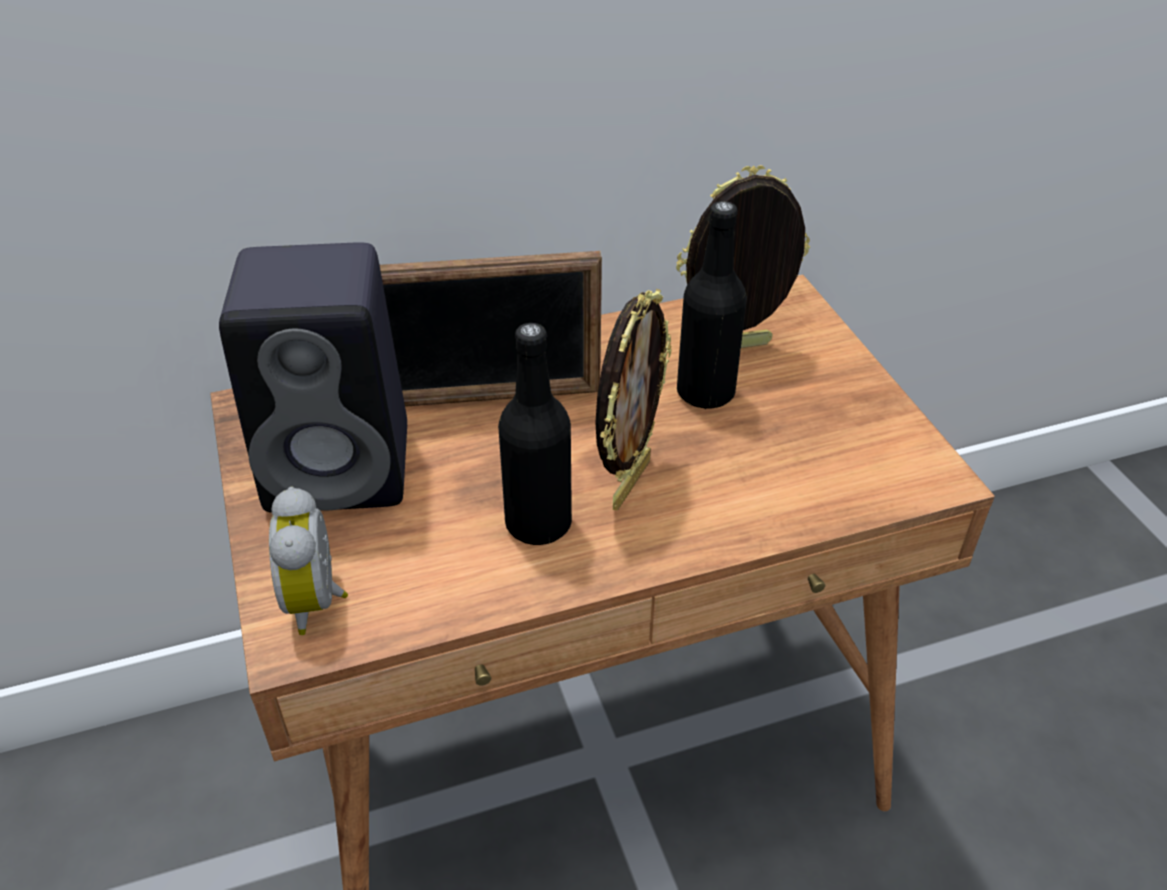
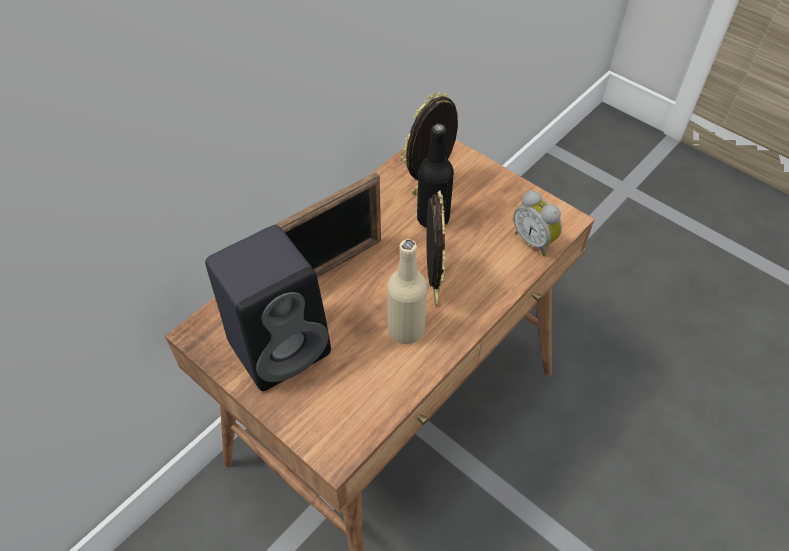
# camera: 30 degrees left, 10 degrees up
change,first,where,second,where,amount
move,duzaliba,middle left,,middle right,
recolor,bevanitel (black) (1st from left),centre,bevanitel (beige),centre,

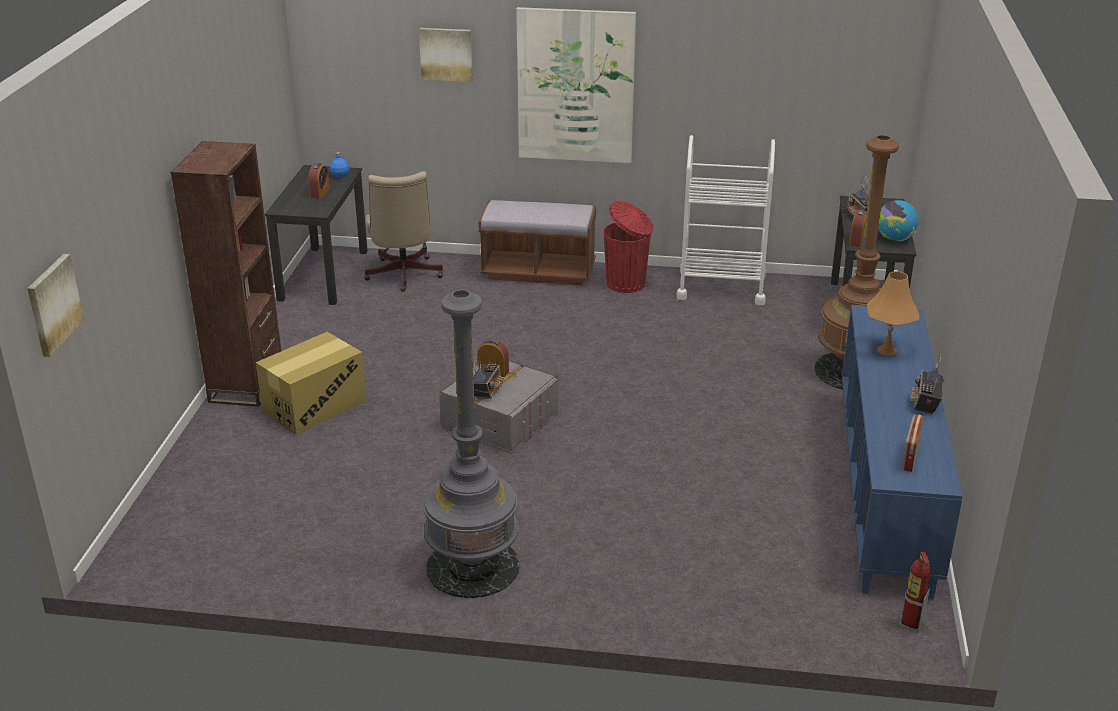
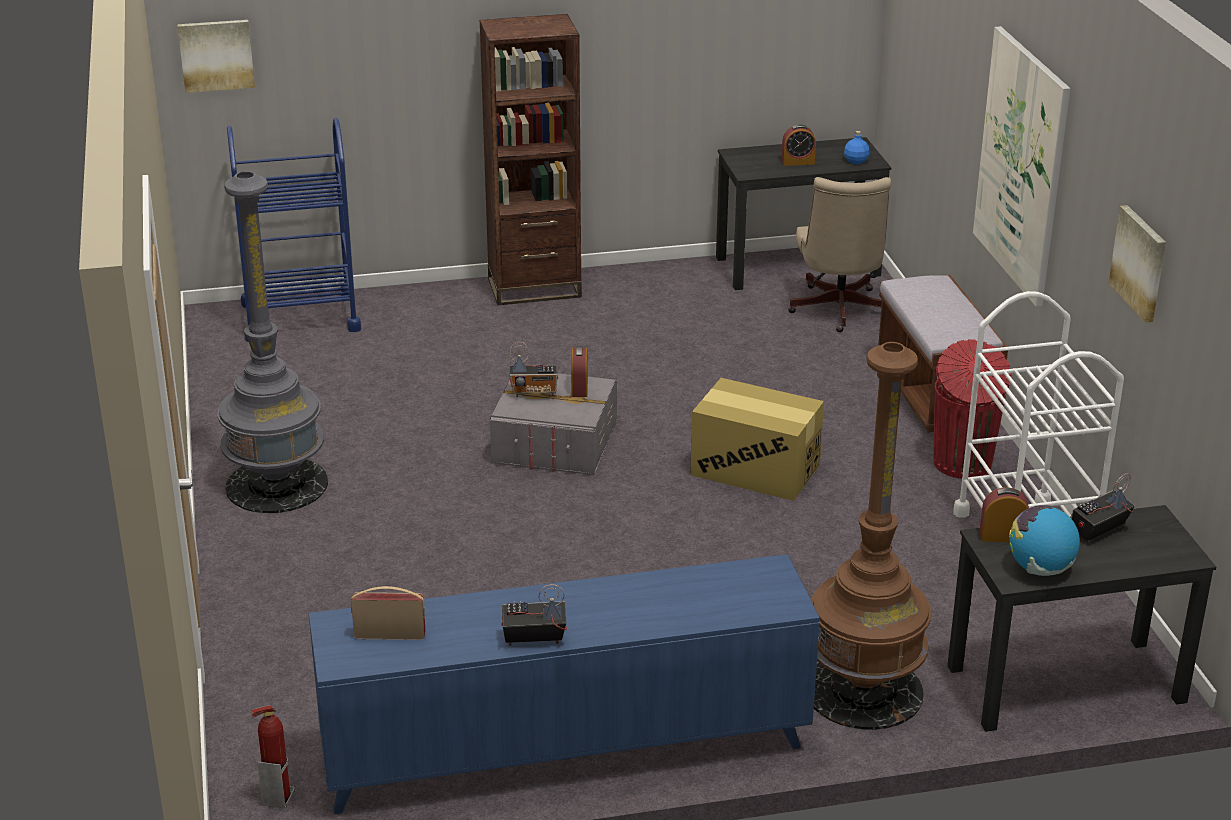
# camera: 70 degrees right, 0 degrees up
change,first,where,second,where,amount
delete,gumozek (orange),middle right,,,
insert,,,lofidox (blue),top left,
move,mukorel,middle left,,centre,
move,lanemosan (2nd from left in the first image),top centre,lanemosan (3rd from left),top right,
rotate,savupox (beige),top centre,,top right,60 degrees counterclockwise

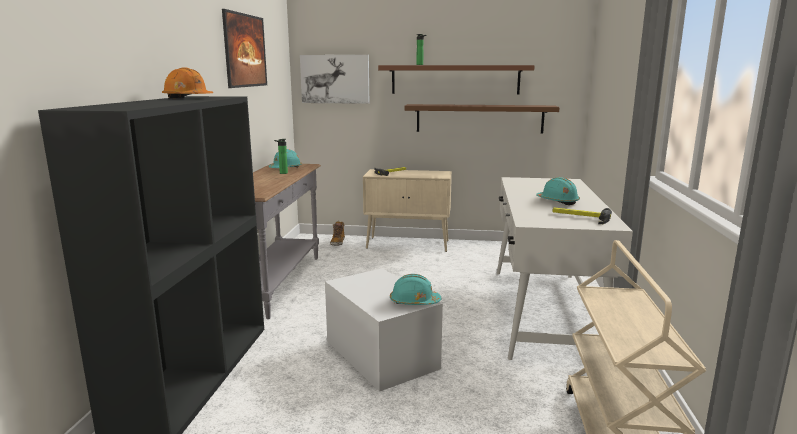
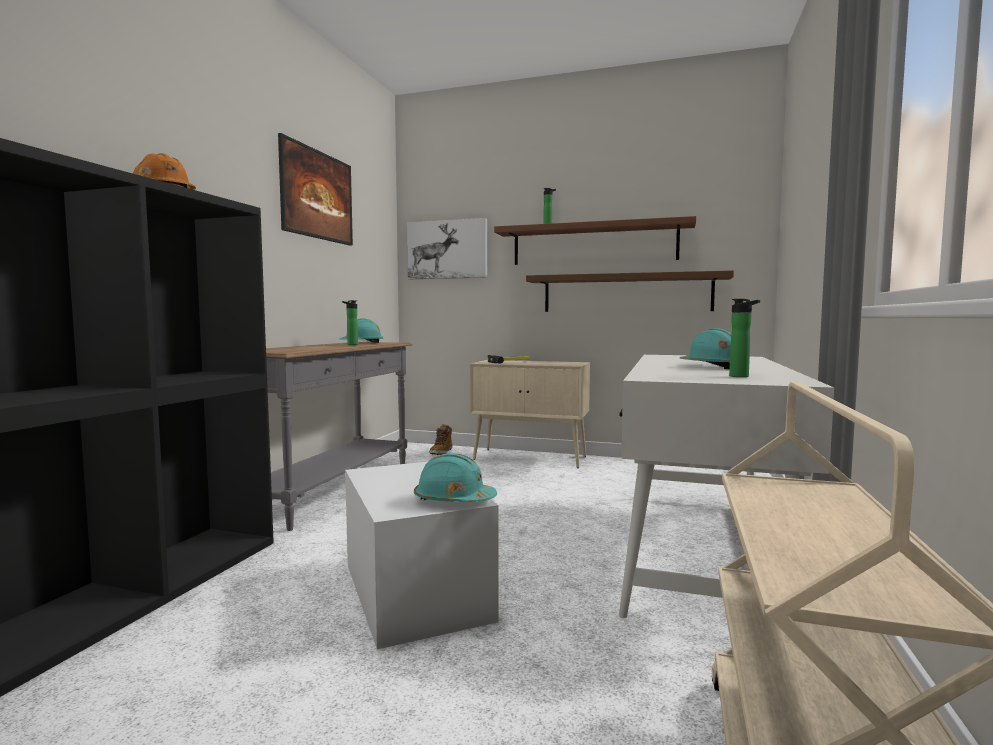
# camera: 10 degrees right, 10 degrees down
change,first,where,second,where,amount
replace,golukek (2nd from left),middle right,bevanitel (3rd from left),middle right,

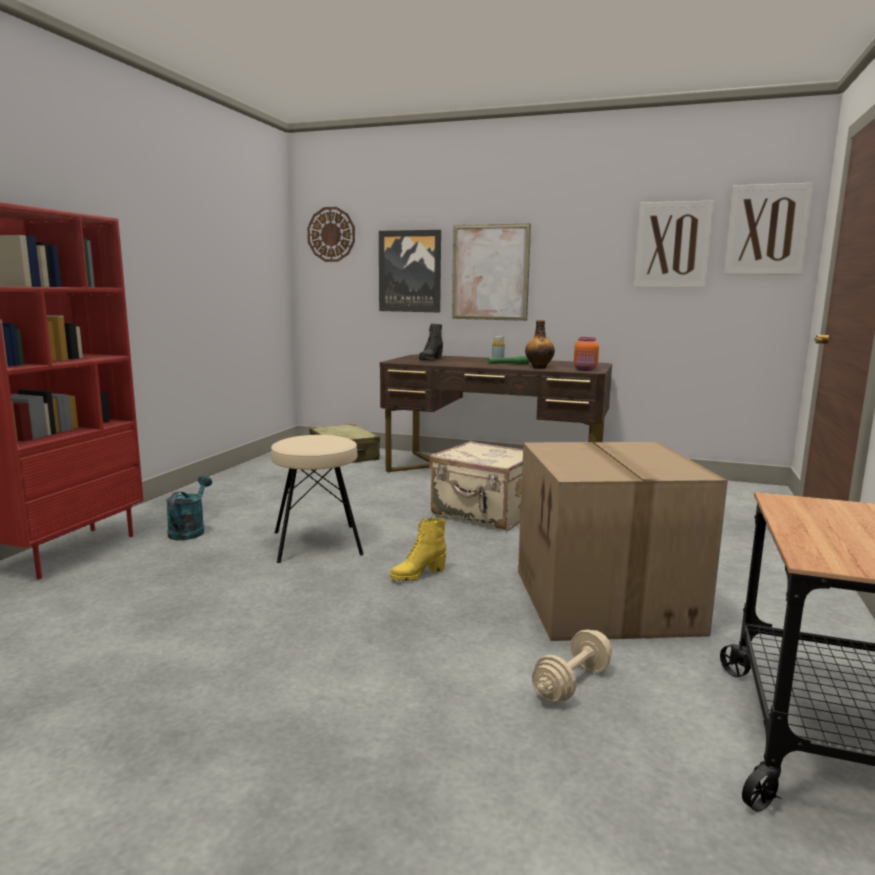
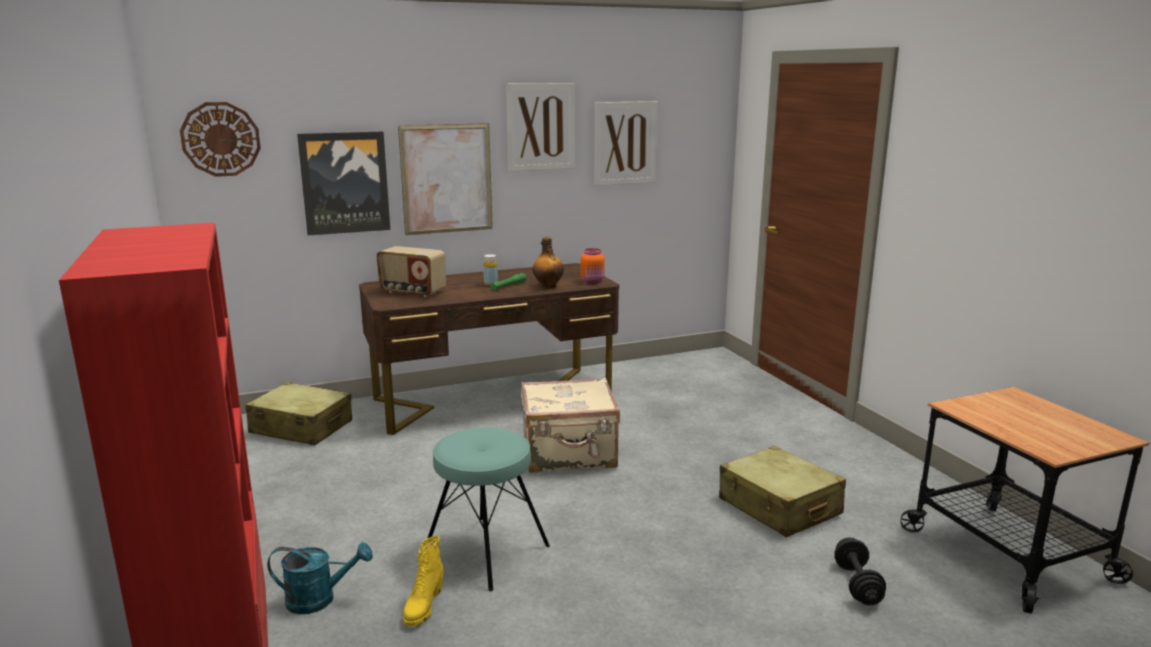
# camera: 40 degrees left, 5 degrees up
change,first,where,second,where,amount
move,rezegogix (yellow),centre,,bottom centre,
move,lanemosan (4th from left in the first image),top right,lanemosan (3rd from left),top centre,
replace,rezegogix (black),centre,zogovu,centre,
replace,mukorel,middle right,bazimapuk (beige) (3rd from left),bottom right,
recolor,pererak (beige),centre,pererak (turquoise),bottom centre,
recolor,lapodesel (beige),bottom centre,lapodesel (black),bottom right,
rotate,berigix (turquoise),middle left,,bottom left,120 degrees clockwise

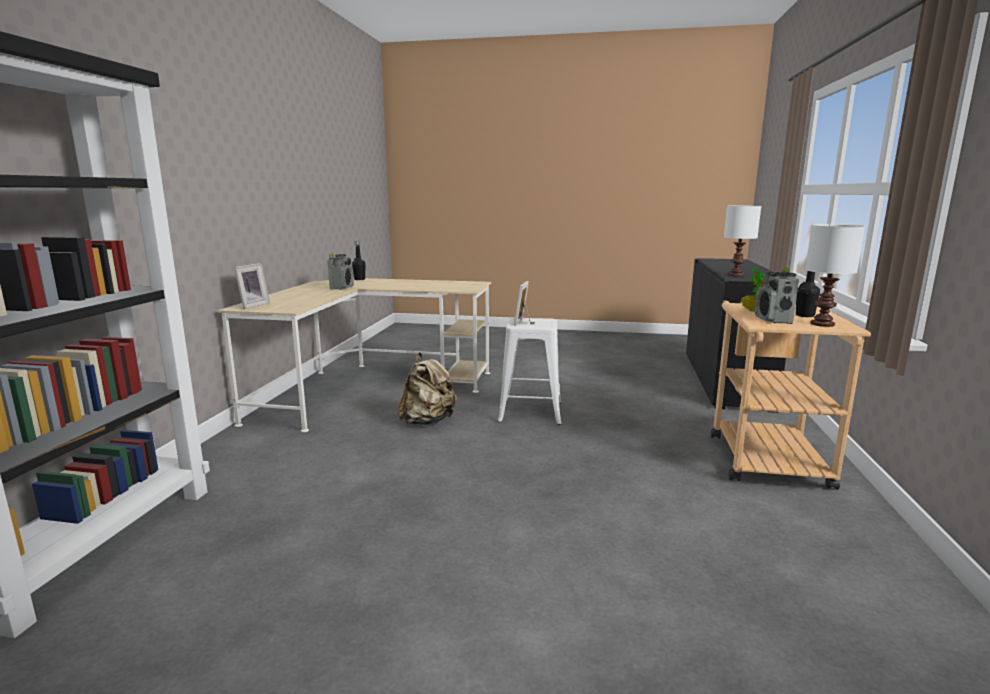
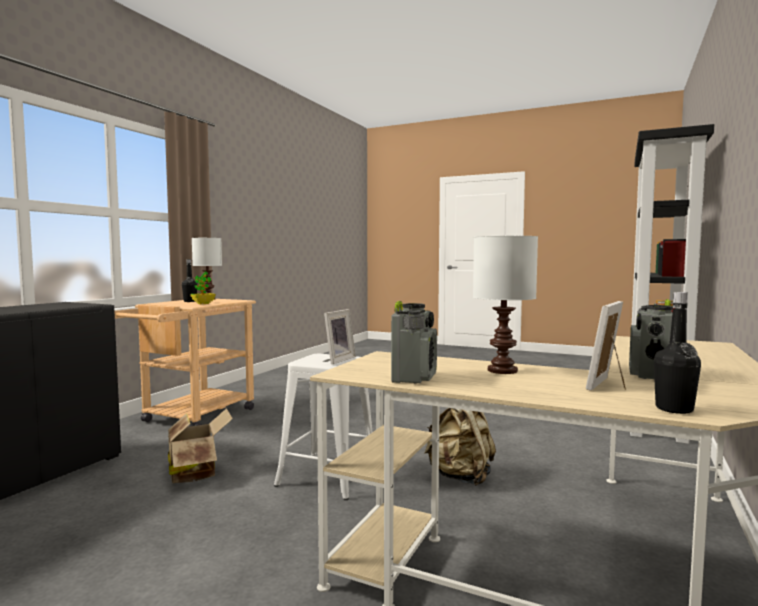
# camera: 165 degrees left, 10 degrees down
change,first,where,second,where,amount
insert,,,mukorel,bottom left,
move,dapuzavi (1st from left in the first image),middle left,dapuzavi (2nd from left),middle right,
move,gumozek (white) (1st from left in the first image),middle right,gumozek (white) (2nd from left),centre,
move,zogovu (2nd from left in the first image),middle right,zogovu (1st from left),centre,

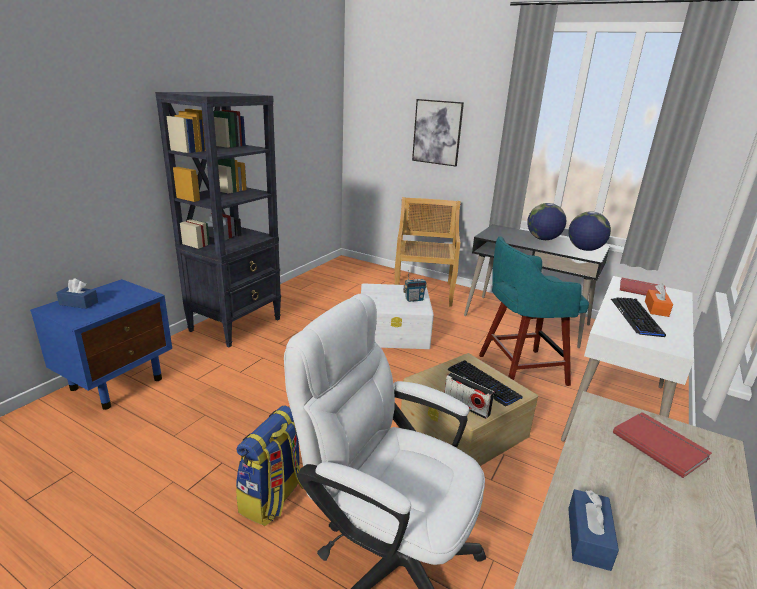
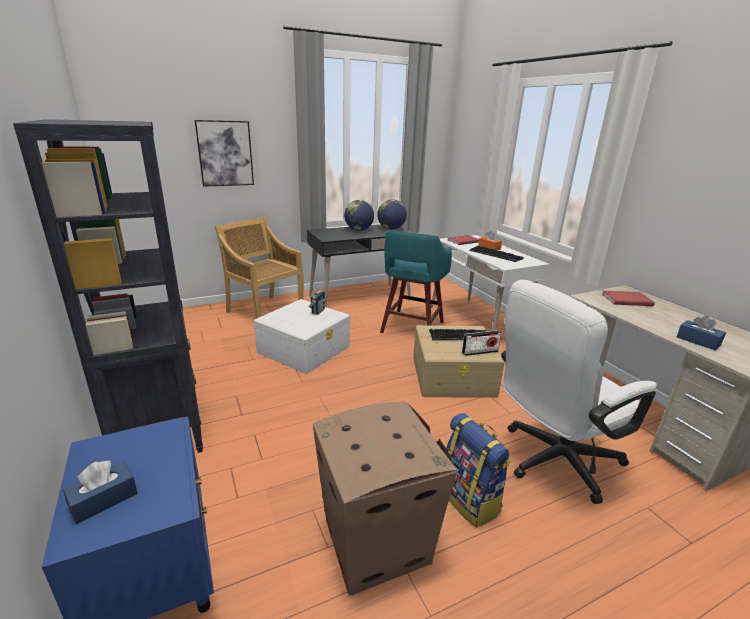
# camera: 55 degrees left, 0 degrees up
change,first,where,second,where,amount
insert,,,mukorel,bottom centre,

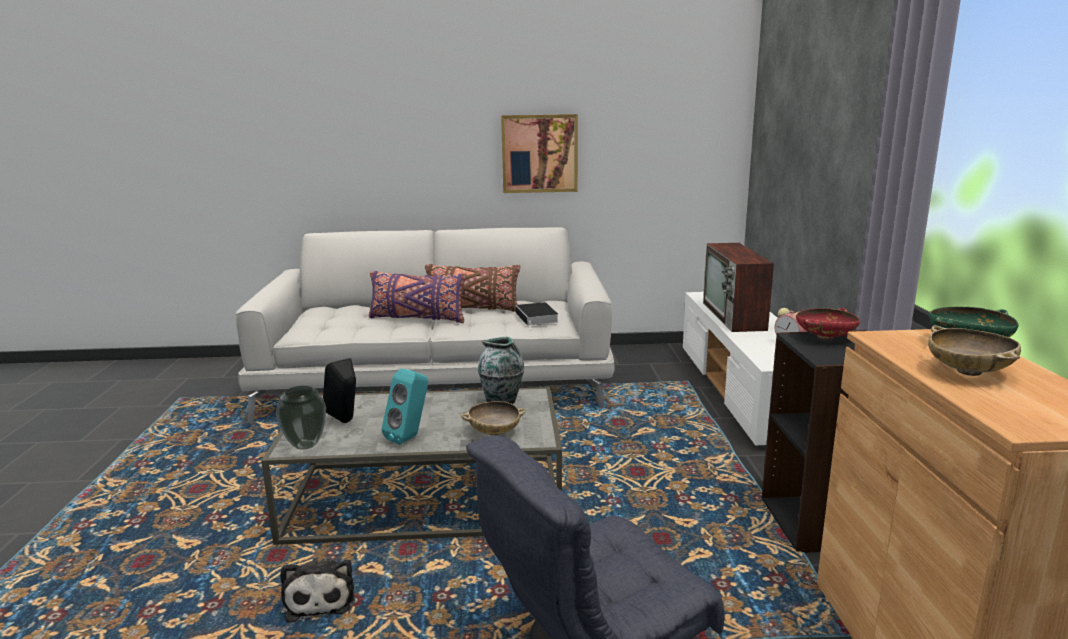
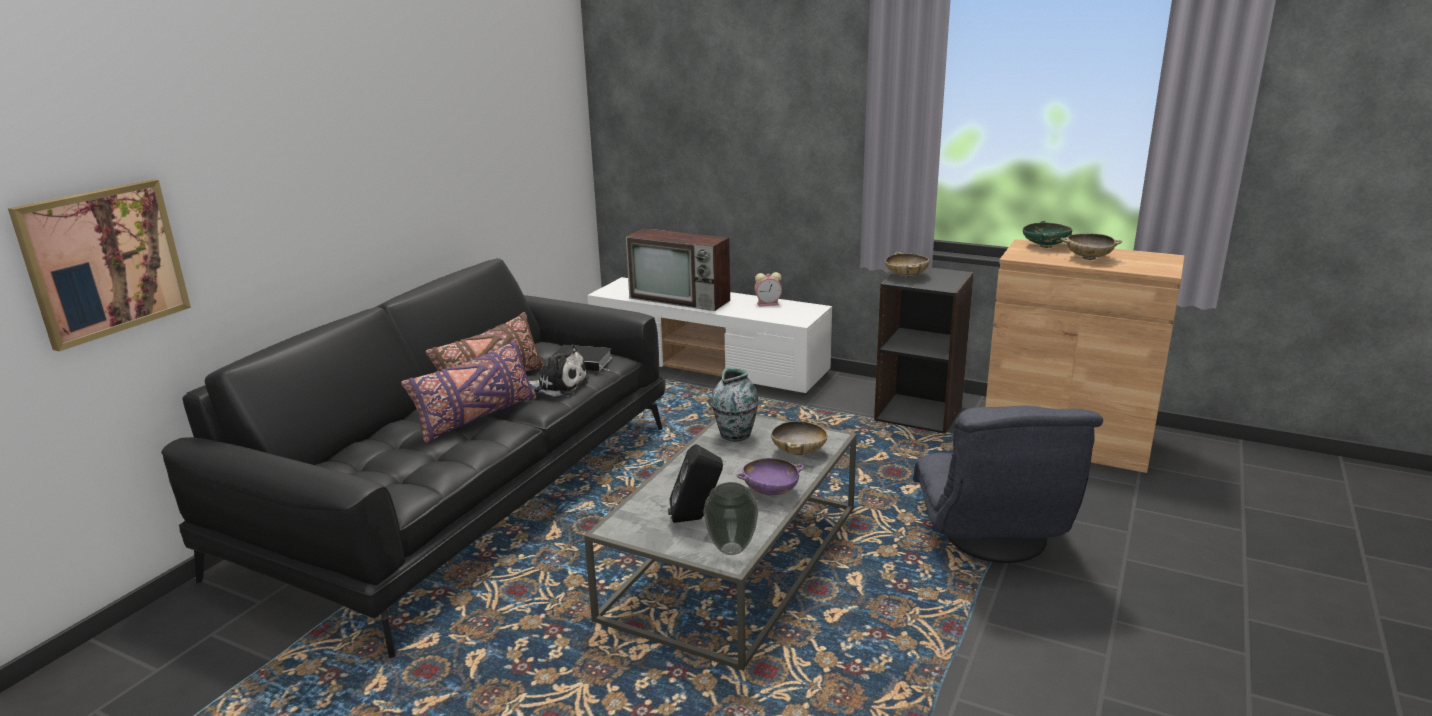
# camera: 60 degrees left, 5 degrees up
change,first,where,second,where,amount
move,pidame,bottom left,,centre,
move,lanemosan,top centre,,middle left,
replace,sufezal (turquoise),centre,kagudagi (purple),centre,
recolor,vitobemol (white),centre,vitobemol (black),middle left,
recolor,kagudagi (red),middle right,kagudagi (beige) (2nd from left),centre,

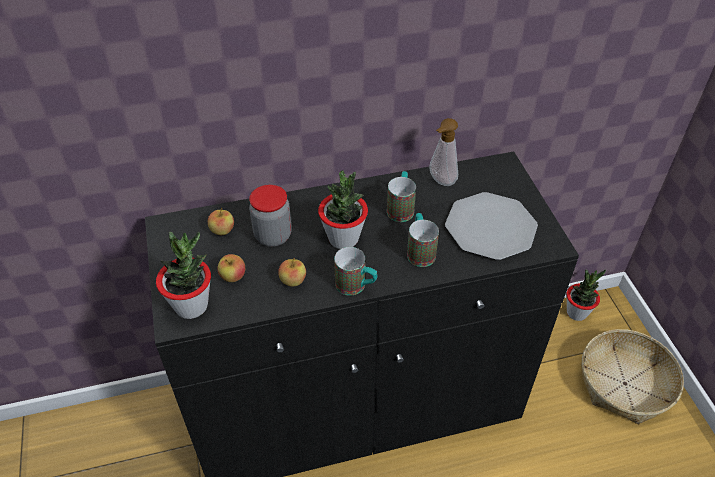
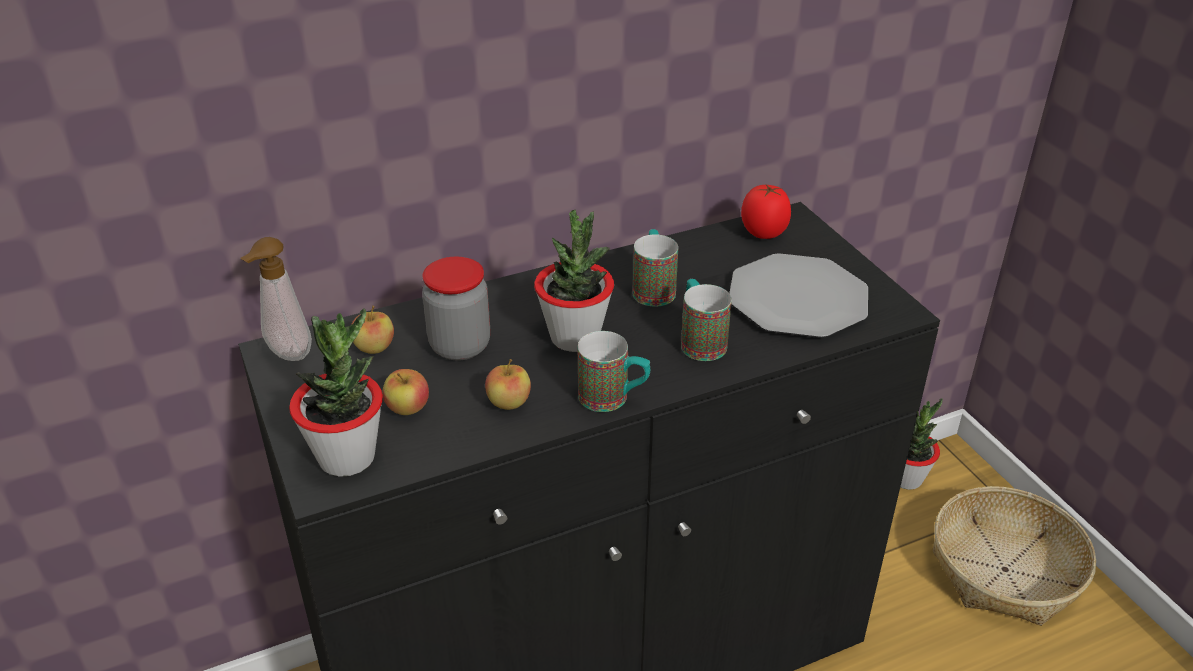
# camera: 10 degrees left, 10 degrees down
change,first,where,second,where,amount
insert,,,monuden,top centre,
move,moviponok,top centre,,middle left,

